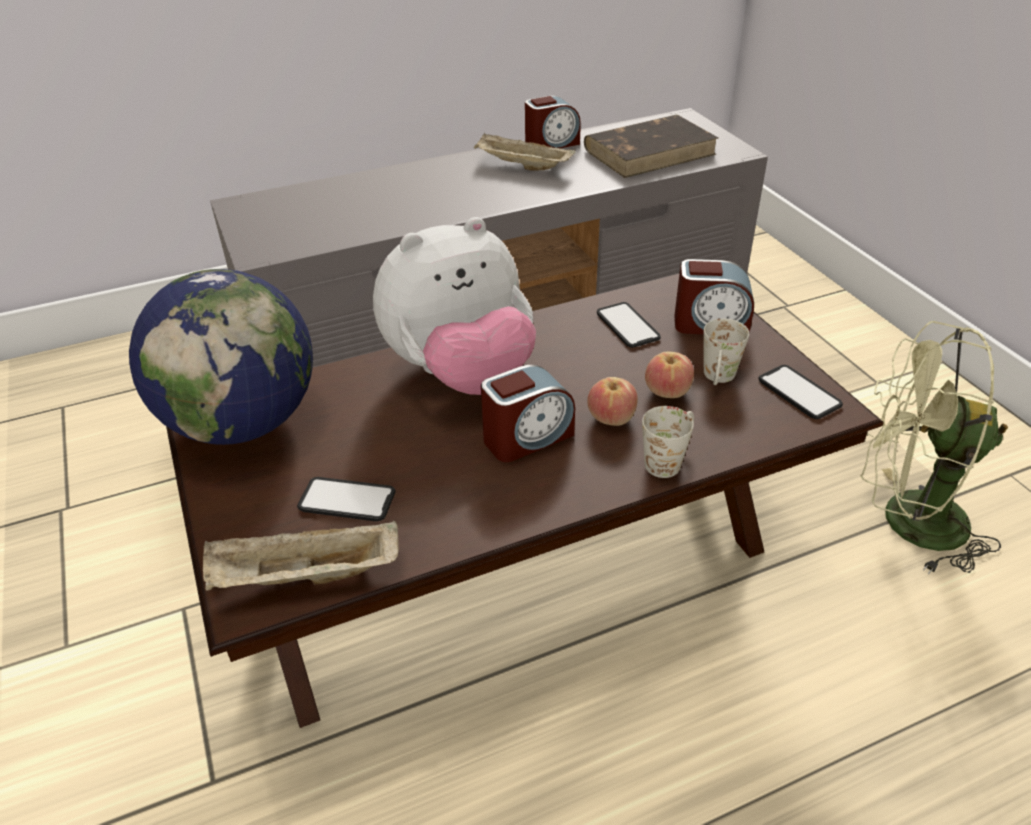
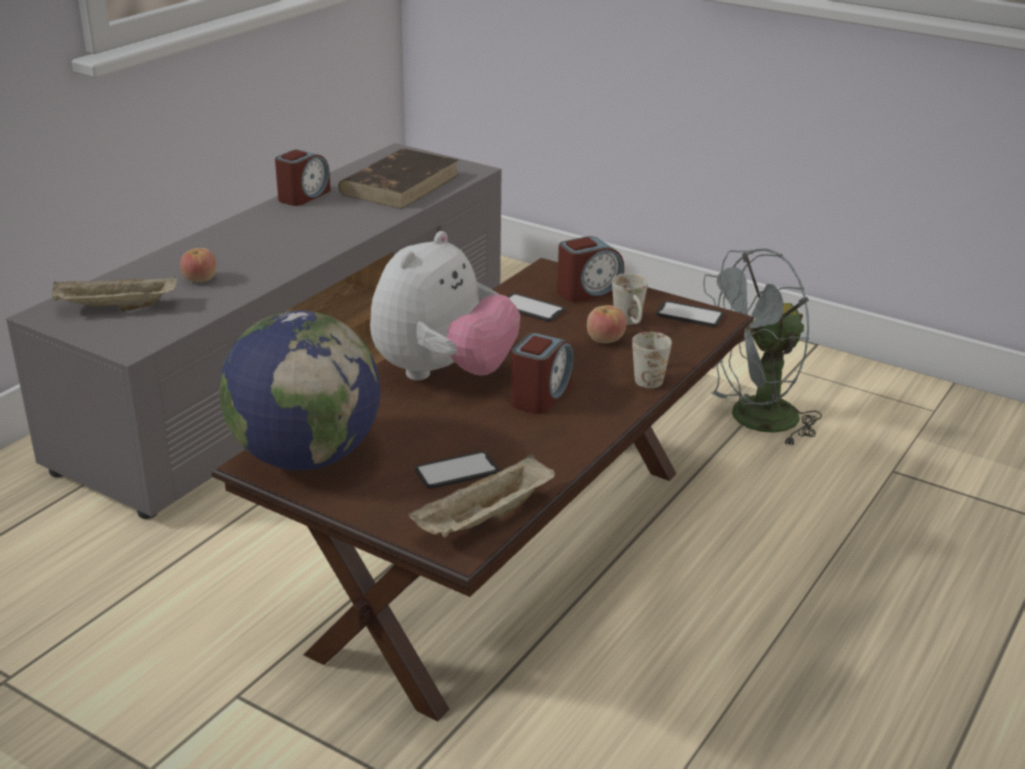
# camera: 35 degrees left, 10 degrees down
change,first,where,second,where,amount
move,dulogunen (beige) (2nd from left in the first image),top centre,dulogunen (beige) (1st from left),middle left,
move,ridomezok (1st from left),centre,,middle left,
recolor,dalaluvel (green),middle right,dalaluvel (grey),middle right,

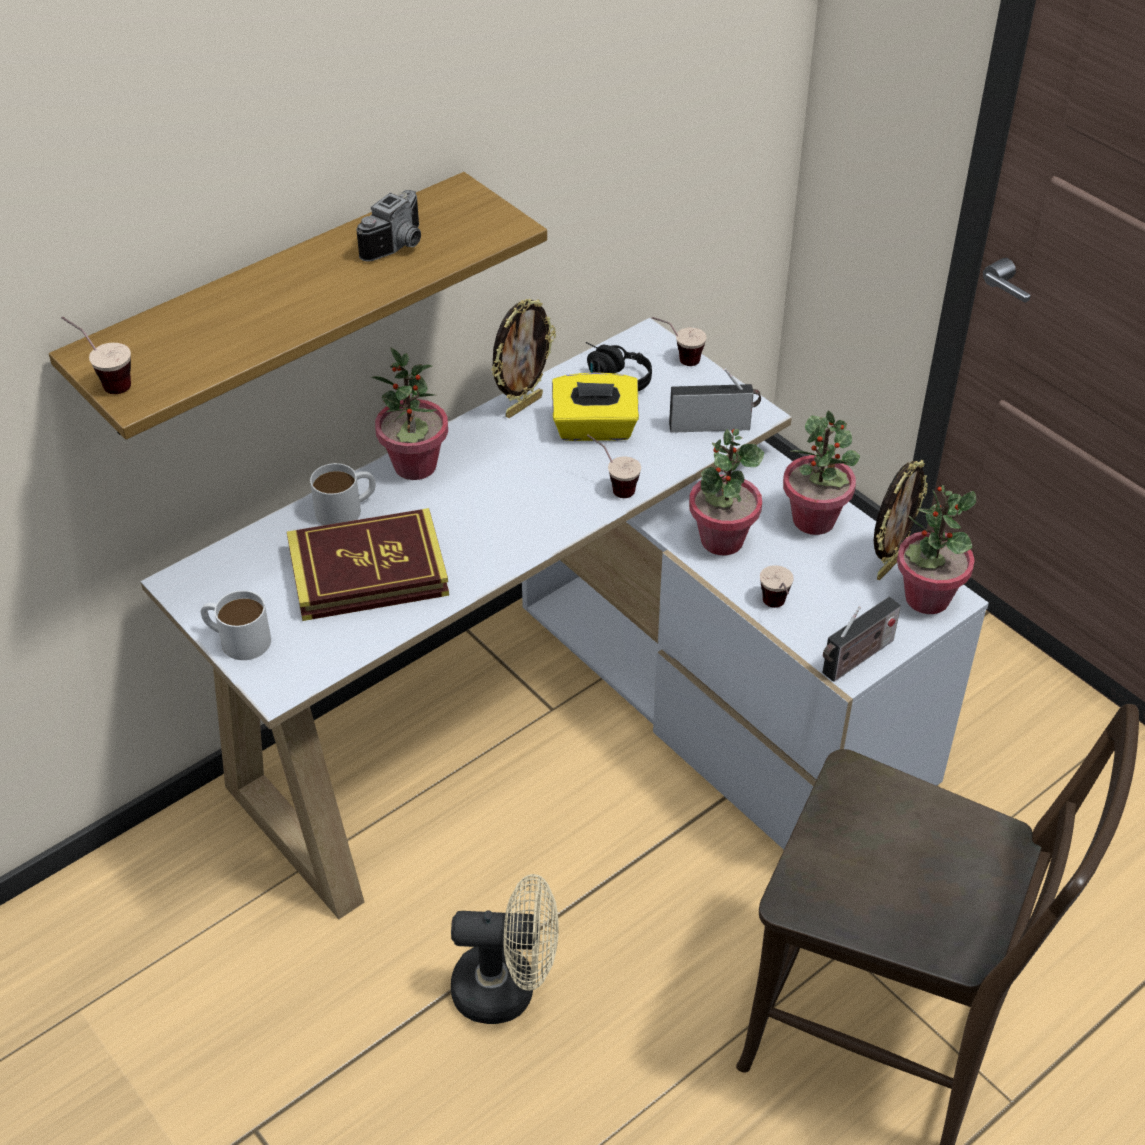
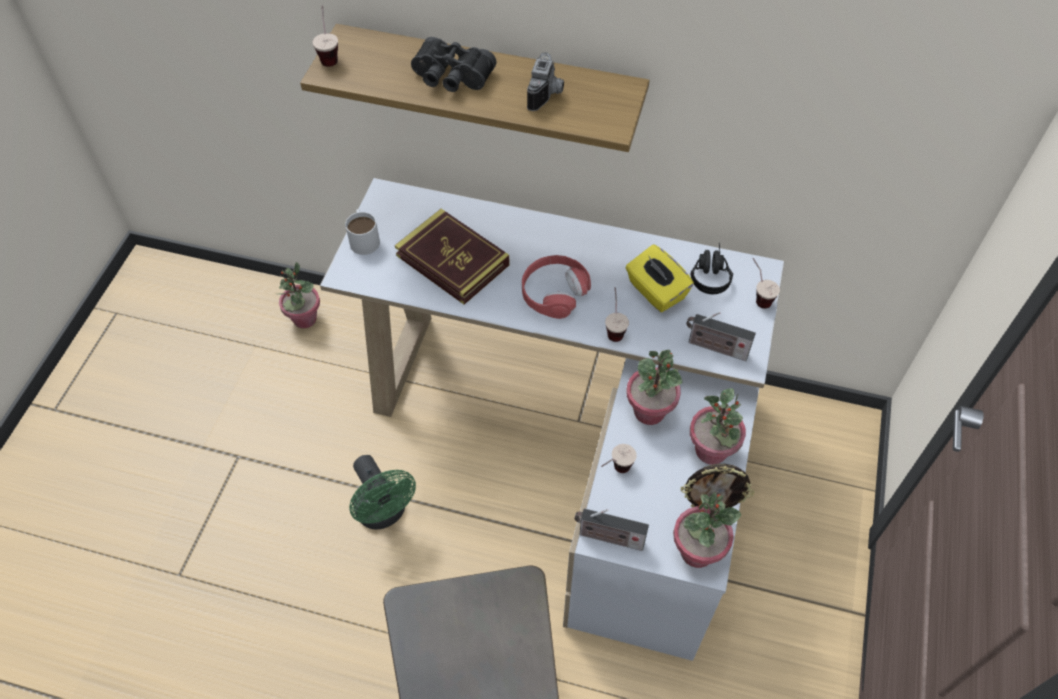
# camera: 55 degrees right, 10 degrees up
change,first,where,second,where,amount
delete,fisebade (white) (2nd from left),middle left,,,
delete,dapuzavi (1st from left),top centre,,,
insert,,,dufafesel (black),top centre,
insert,,,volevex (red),centre,
move,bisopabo (1st from left),centre,,middle left,
recolor,dalaluvel (beige),bottom centre,dalaluvel (green),bottom centre,
rotate,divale,top centre,,top centre,75 degrees counterclockwise
rotate,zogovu (1st from left in the first image),centre,zogovu (2nd from left),middle right,150 degrees clockwise

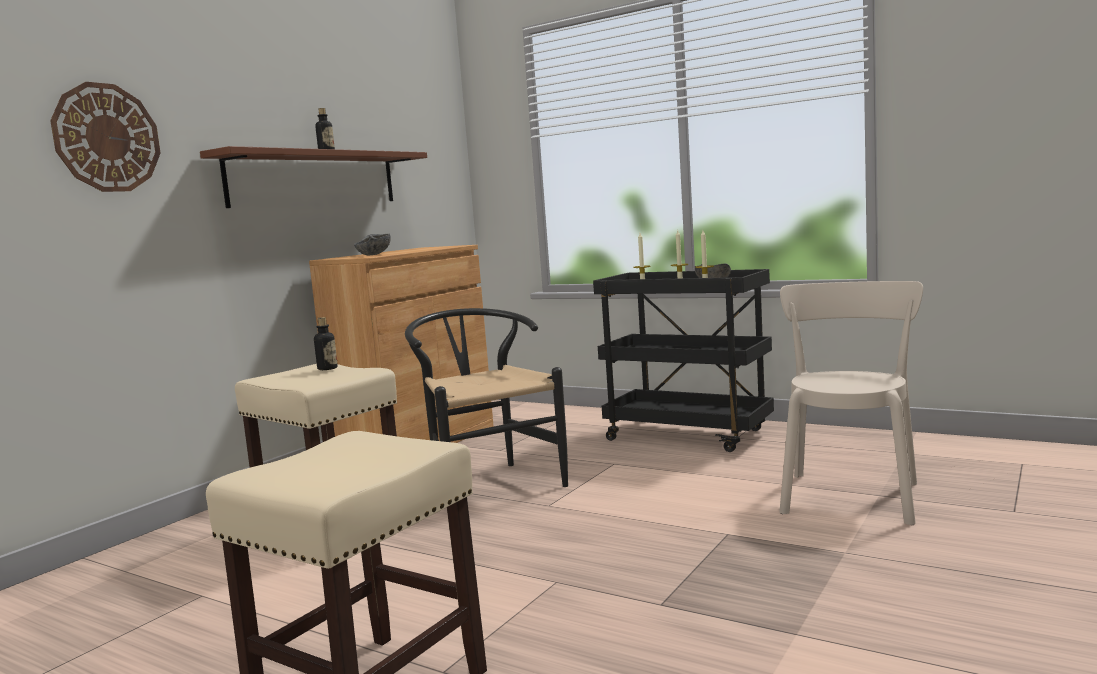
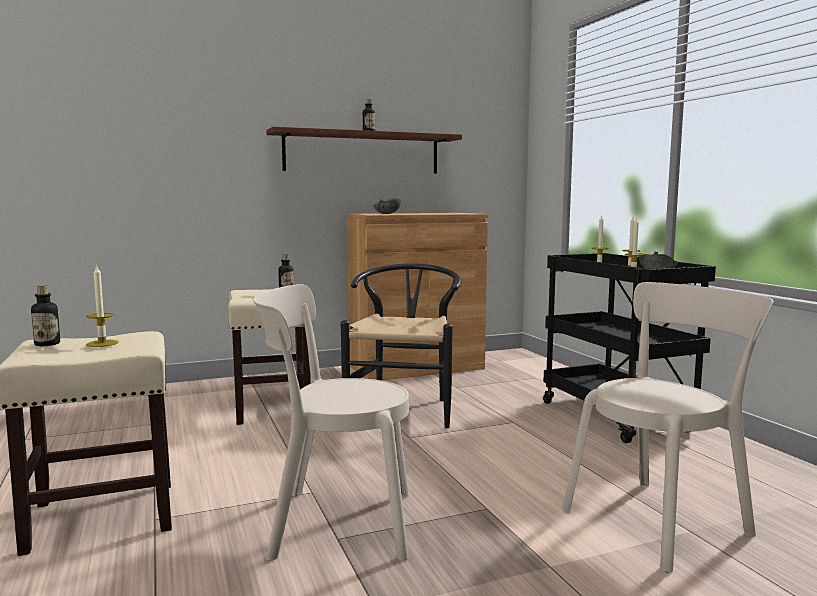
# camera: 35 degrees right, 0 degrees up
change,first,where,second,where,amount
delete,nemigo,top left,,,
insert,,,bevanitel (1st from left),middle left,
insert,,,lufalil (1st from left),middle left,
insert,,,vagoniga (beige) (1st from left),bottom centre,

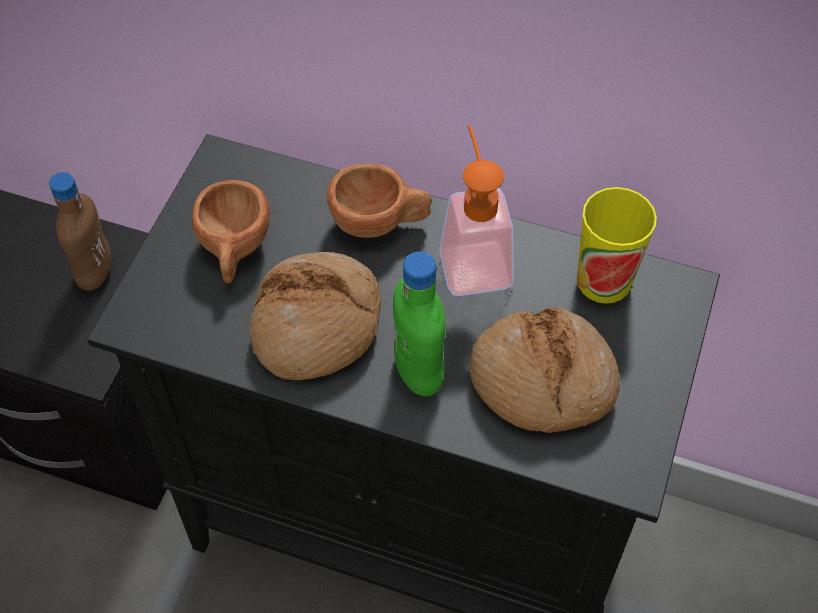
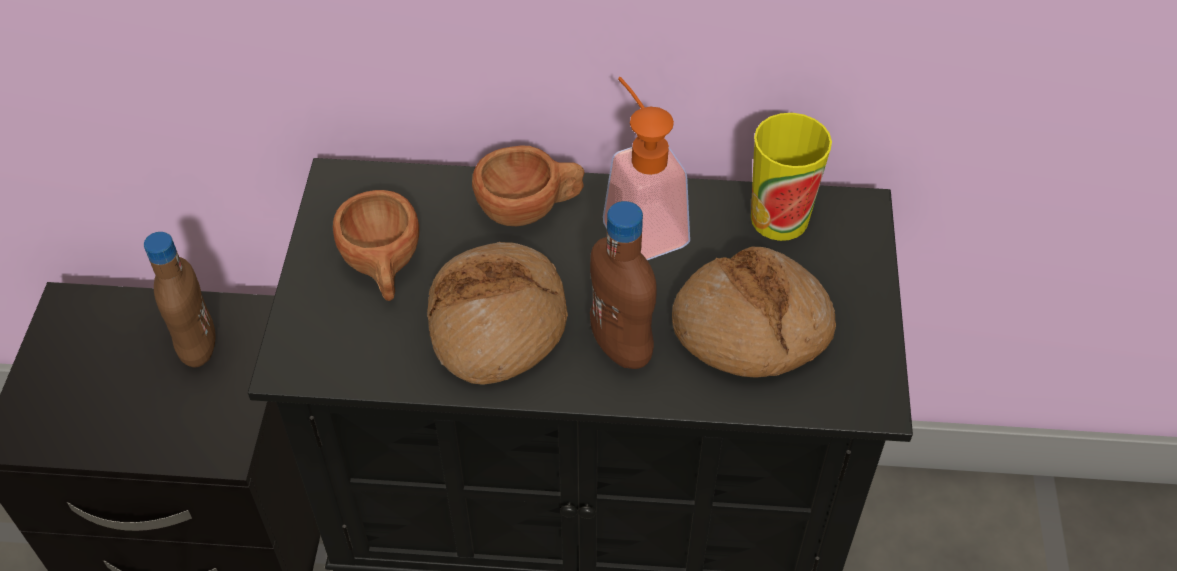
# camera: 15 degrees left, 5 degrees down
change,first,where,second,where,amount
recolor,bevanitel (green),centre,bevanitel (brown) (2nd from left),centre,

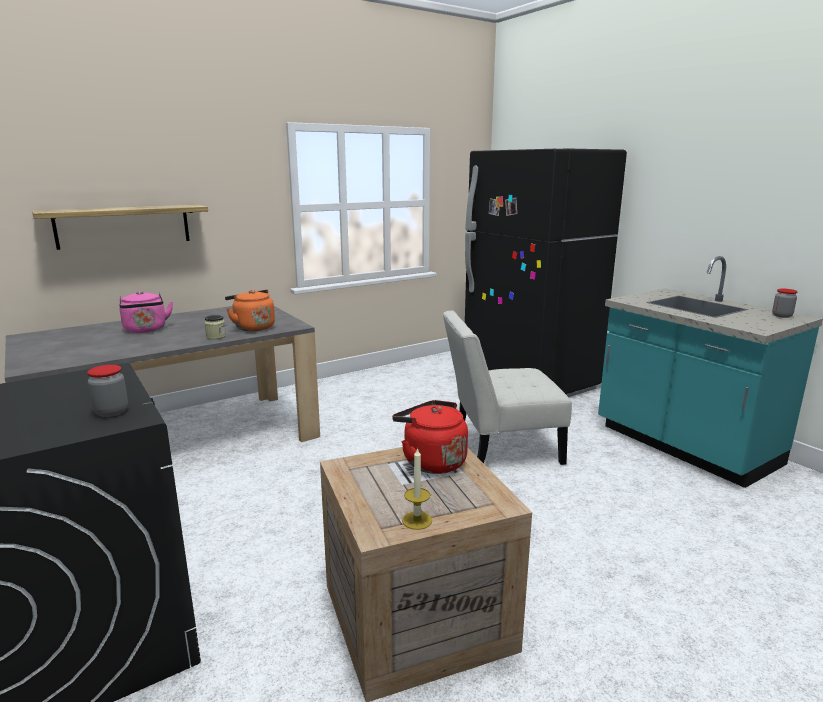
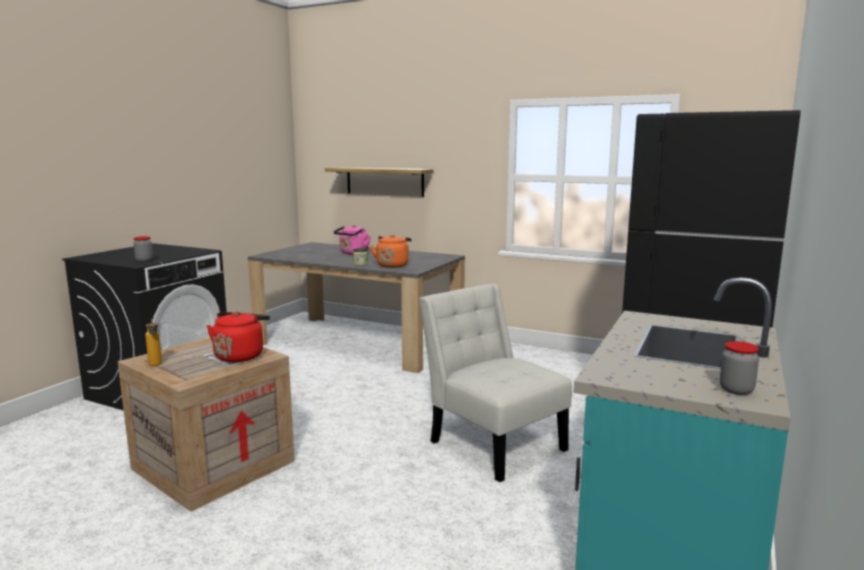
# camera: 60 degrees right, 5 degrees down
change,first,where,second,where,amount
replace,lufalil,bottom centre,bevanitel,middle left,

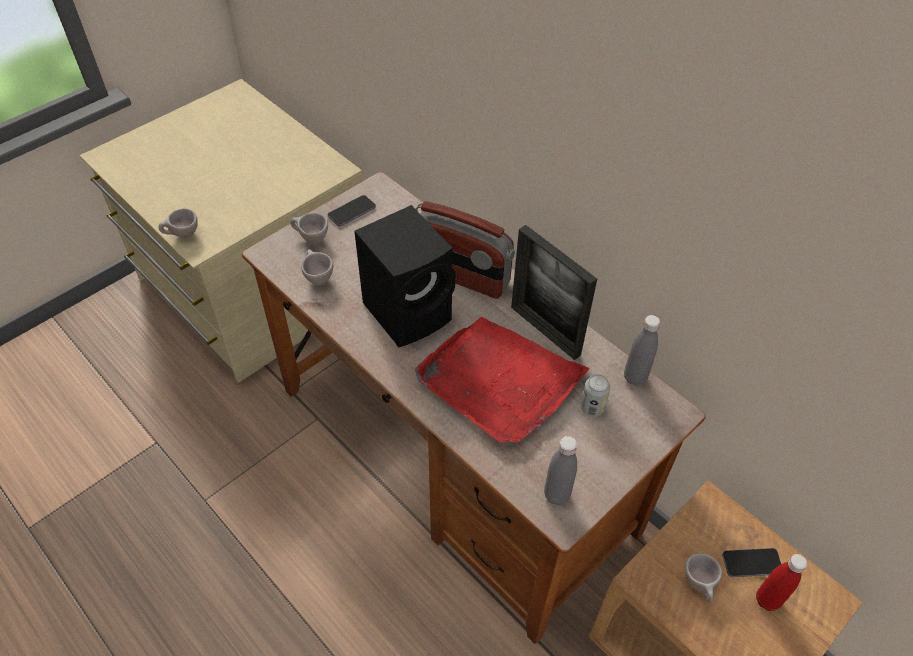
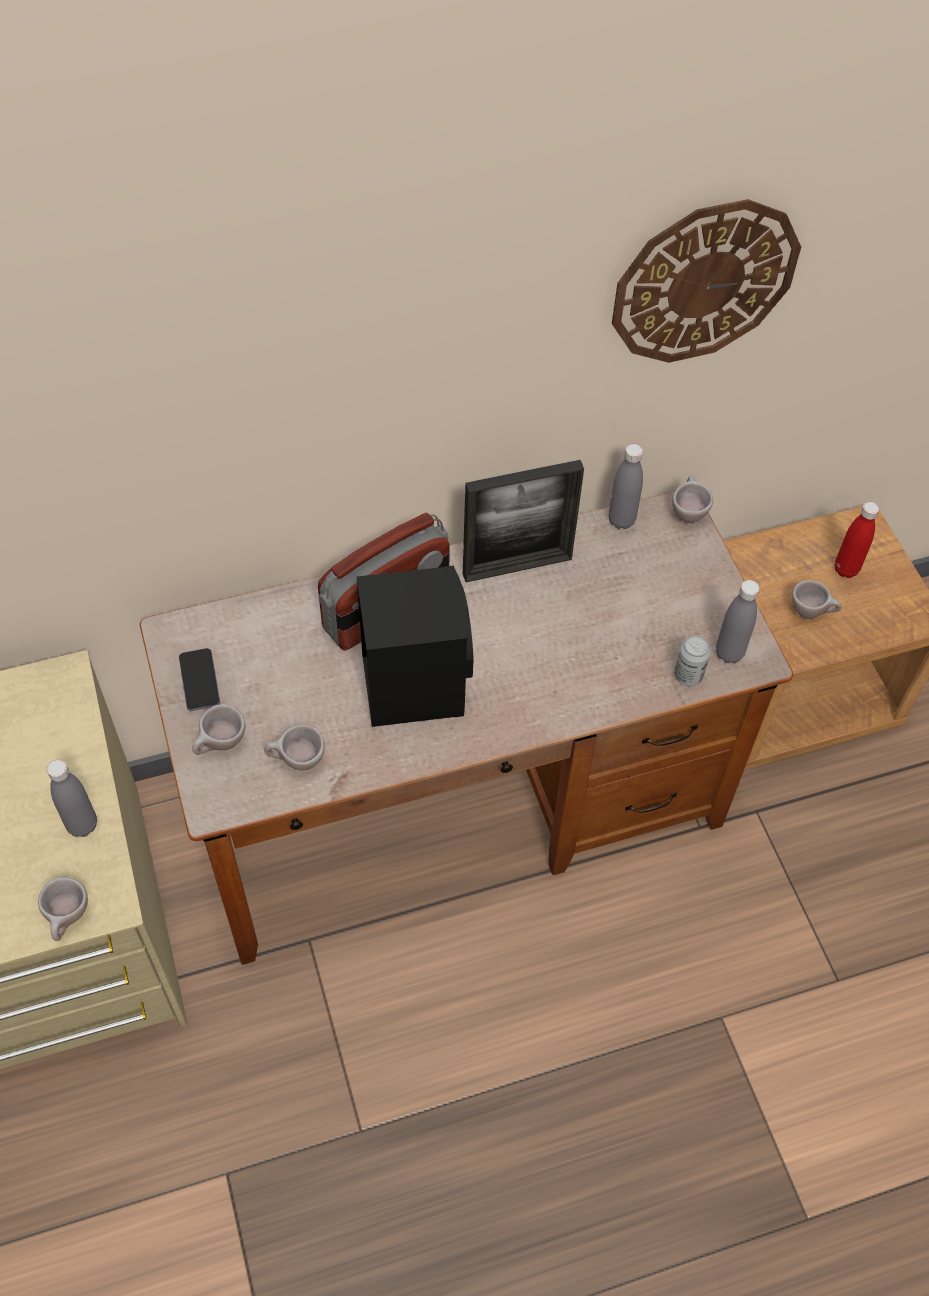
# camera: 65 degrees left, 5 degrees up
change,first,where,second,where,amount
delete,dulogunen (red),centre,,,
delete,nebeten (2nd from left),bottom right,,,
insert,,,bevanitel (grey) (1st from left),middle left,
insert,,,nemigo,top right,
insert,,,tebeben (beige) (4th from left),middle right,
move,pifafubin,centre,,middle right,

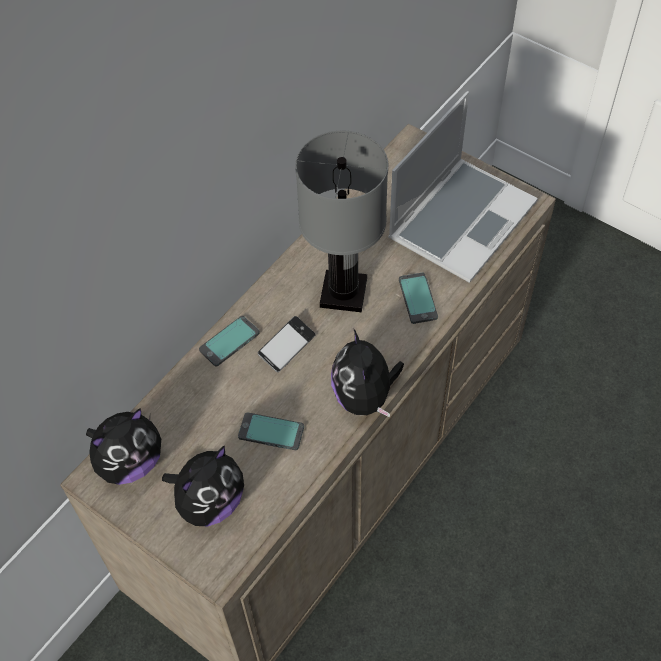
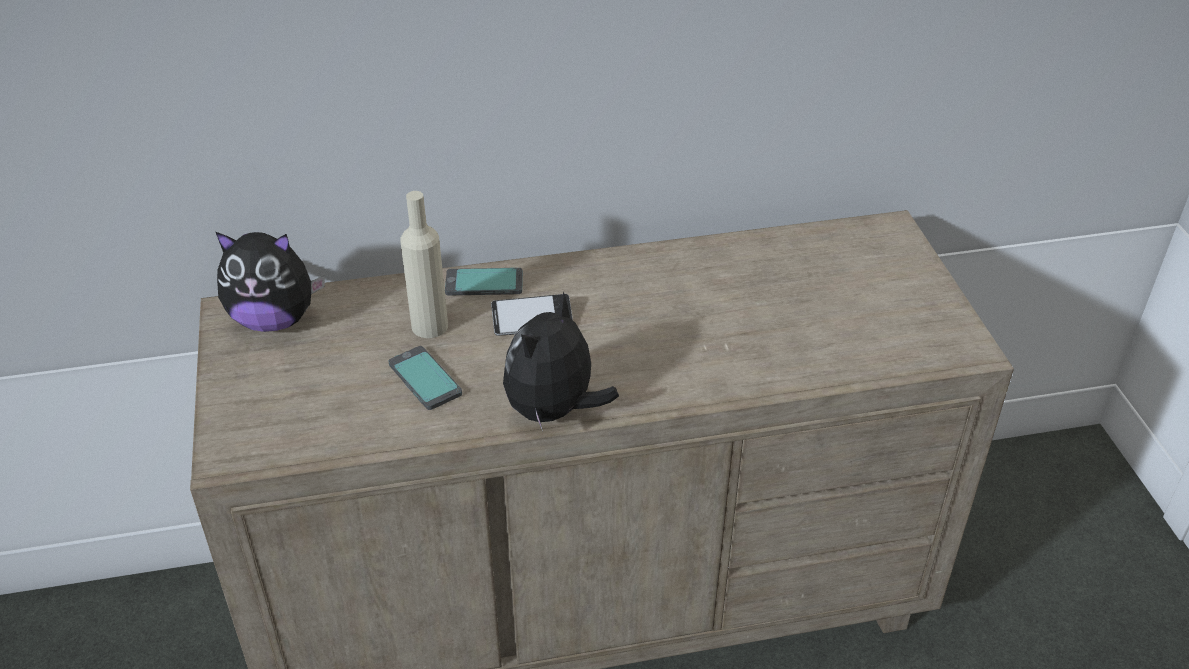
# camera: 40 degrees right, 15 degrees down
change,first,where,second,where,amount
delete,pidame (2nd from left),bottom left,,,
delete,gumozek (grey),centre,,,
delete,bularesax,top right,,,
delete,nebeten (4th from left),centre,,,
insert,,,bevanitel (beige),centre,

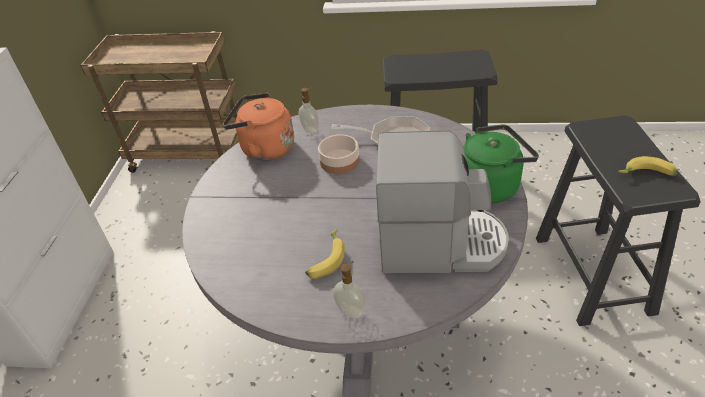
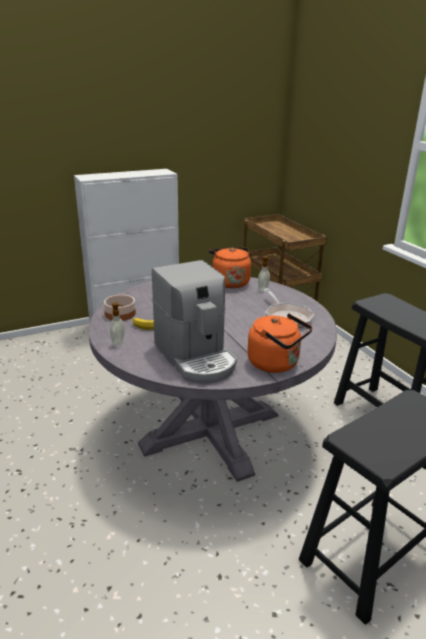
# camera: 55 degrees right, 15 degrees down
change,first,where,second,where,amount
delete,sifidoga (2nd from left),middle right,,,
move,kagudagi,centre,,middle left,
recolor,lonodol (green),middle right,lonodol (orange) (2nd from left),centre,

